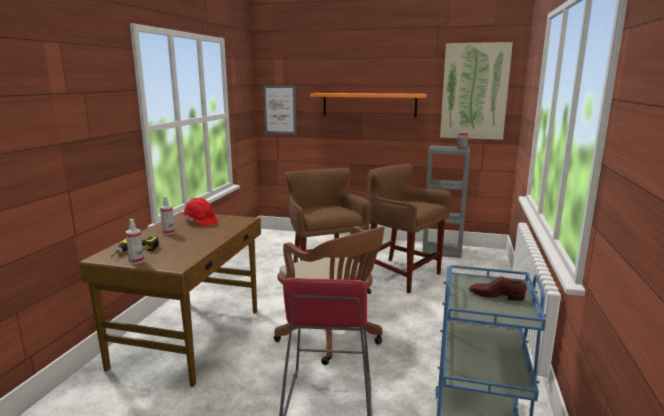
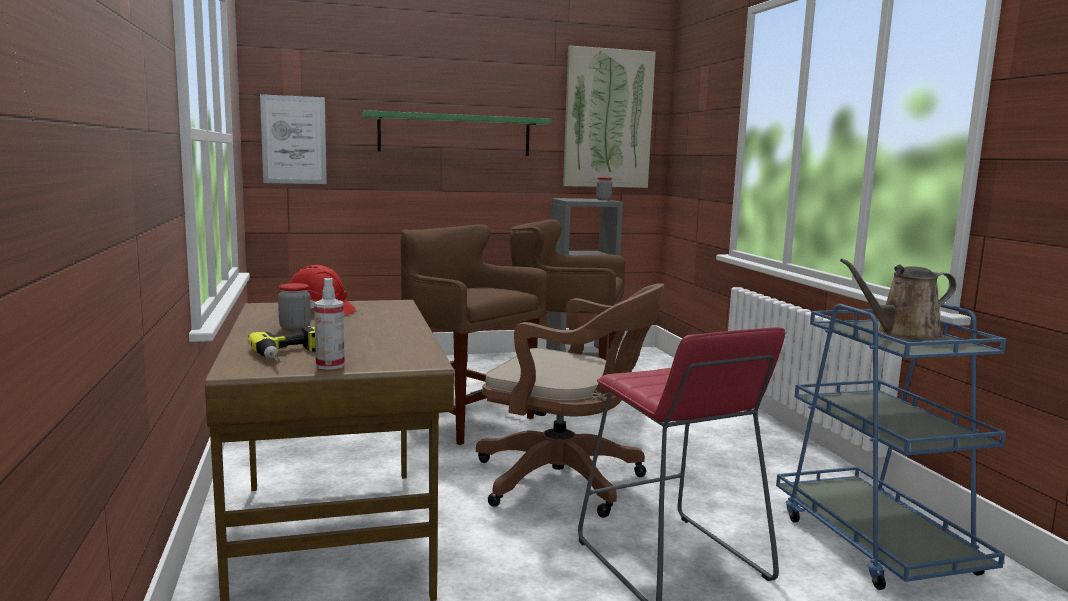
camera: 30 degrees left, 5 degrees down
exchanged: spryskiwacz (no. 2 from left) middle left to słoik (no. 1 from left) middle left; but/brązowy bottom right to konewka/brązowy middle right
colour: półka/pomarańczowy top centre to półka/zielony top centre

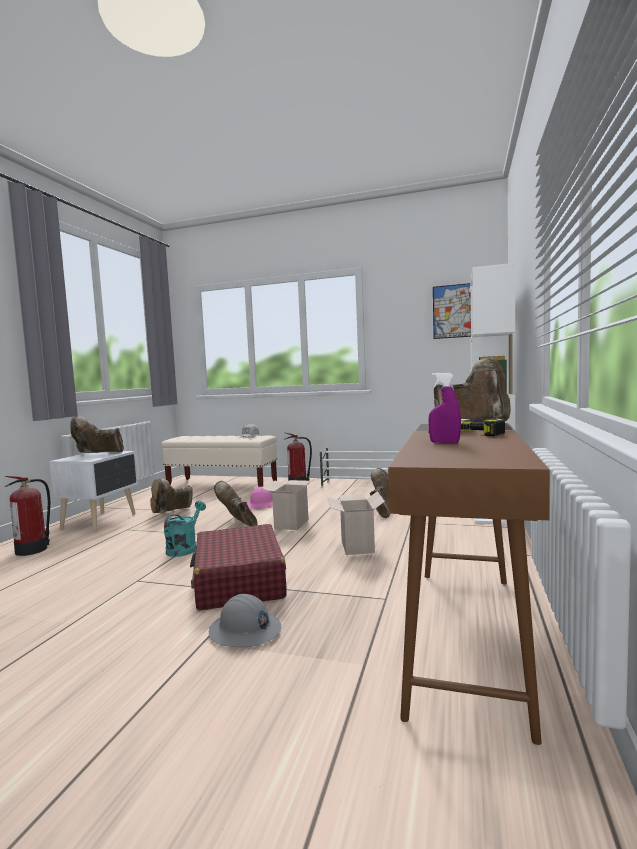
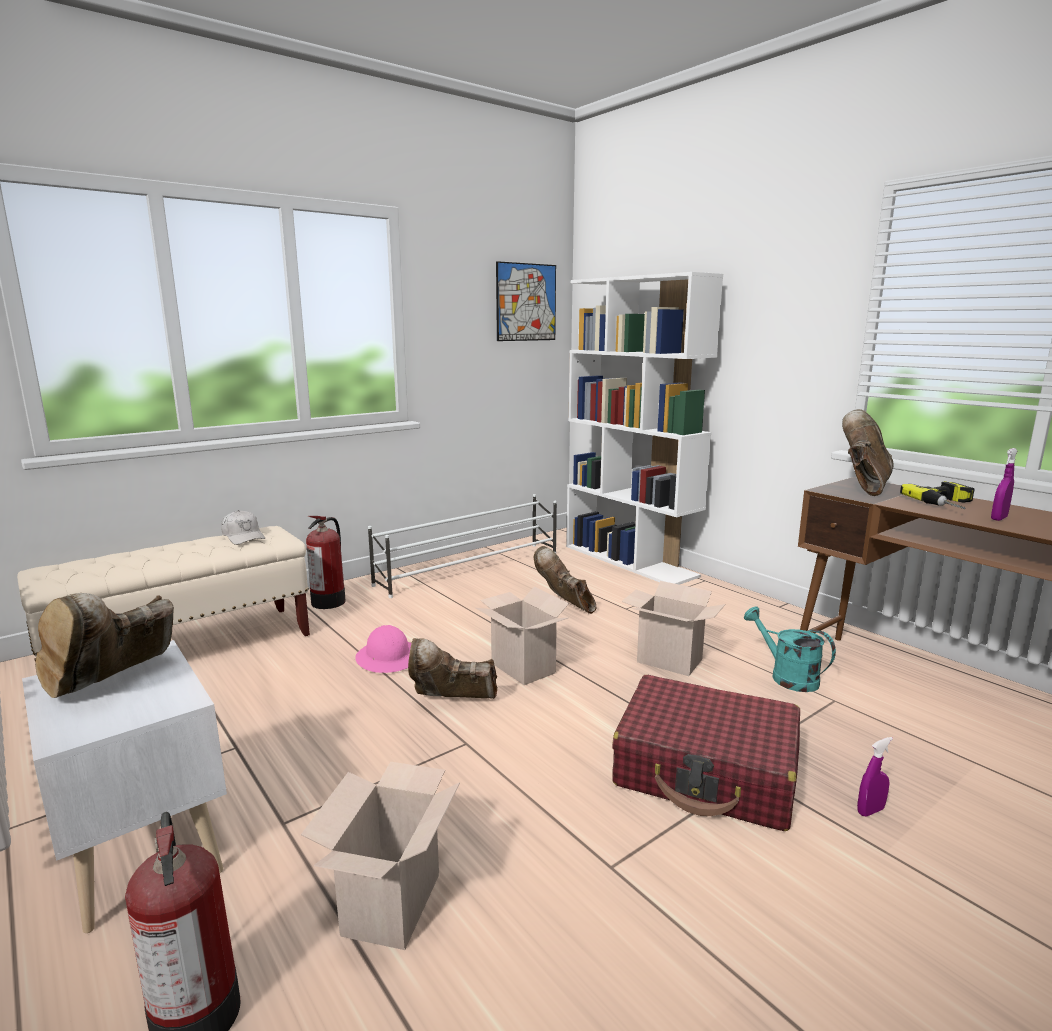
camera: 55 degrees left, 10 degrees up
missing: but z cholewką/brązowy (no. 2 from left) middle left
appeared: karton (no. 1 from left) bottom centre
relocated: konewka/turkusowy middle left to middle right
exchanged: kask/szary bottom centre to spryskiwacz/fioletowy (no. 1 from left) bottom right

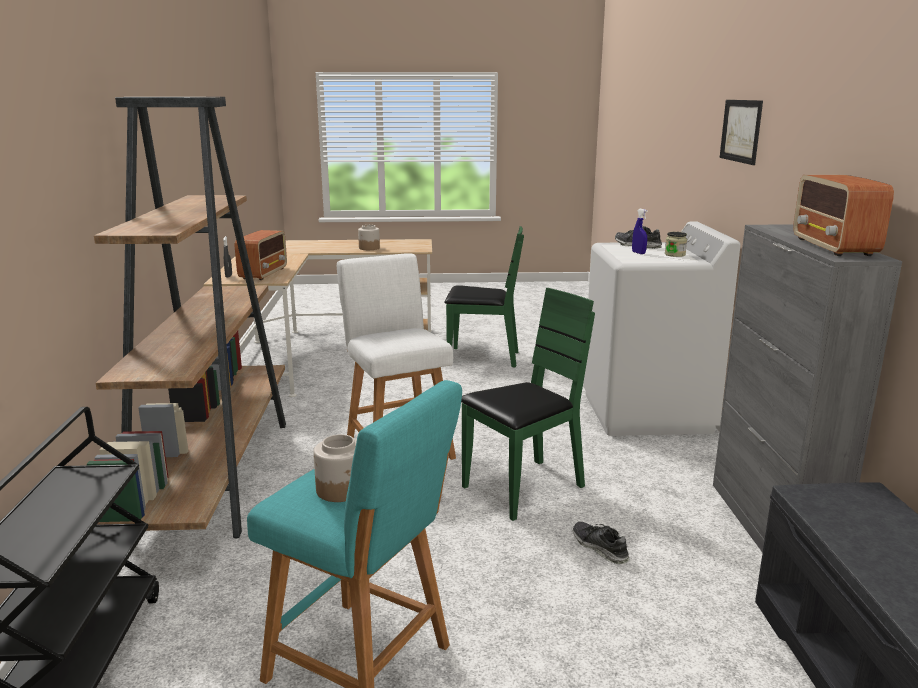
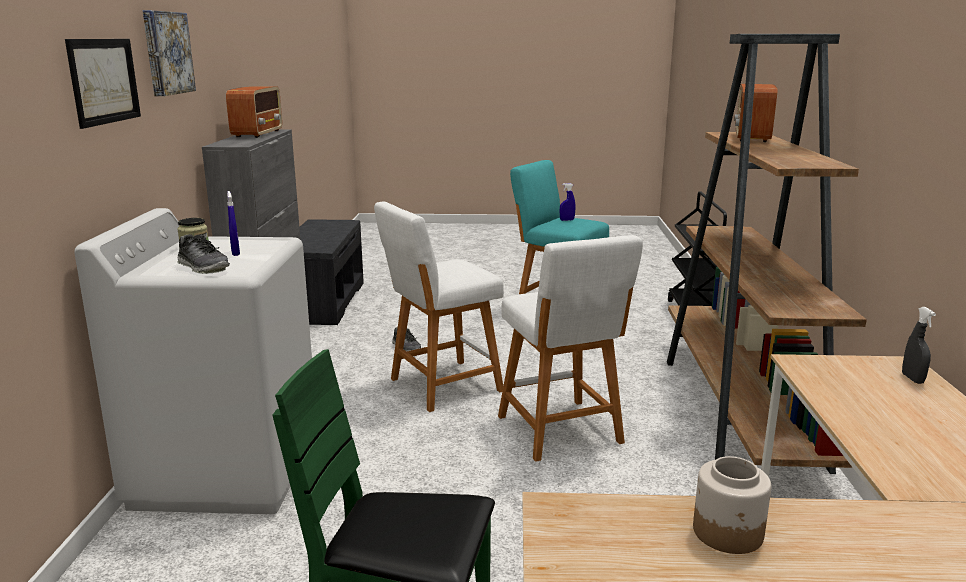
camera: 175 degrees left, 0 degrees up
appeared: obraz (no. 2 from left) top left
relocated: radio (no. 1 from left in the first image) middle left to radio (no. 2 from left) top right
exchanged: słoik (no. 1 from left) bottom centre to spryskiwacz/niebieski (no. 2 from left) centre; krzesło/zielony (no. 2 from left) centre to stołek/biały (no. 1 from left) centre

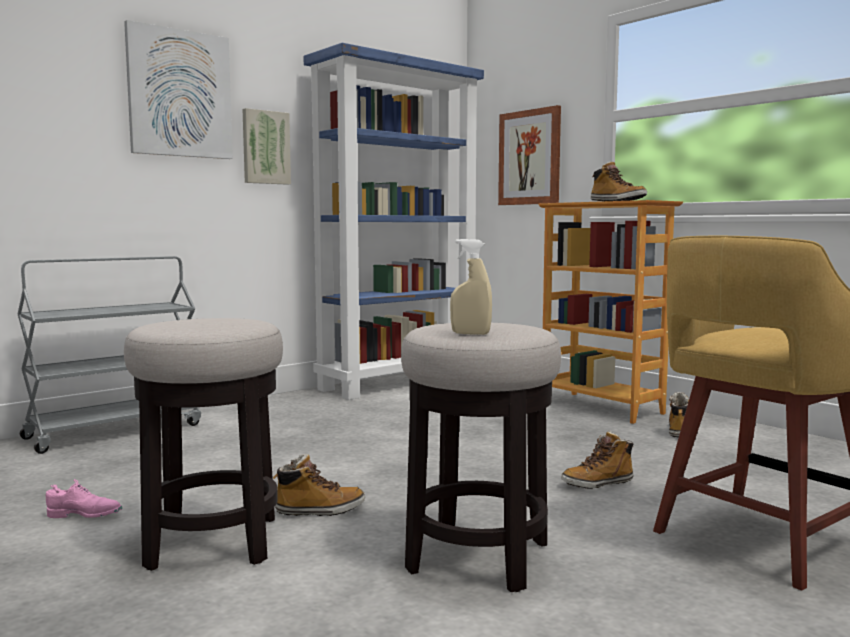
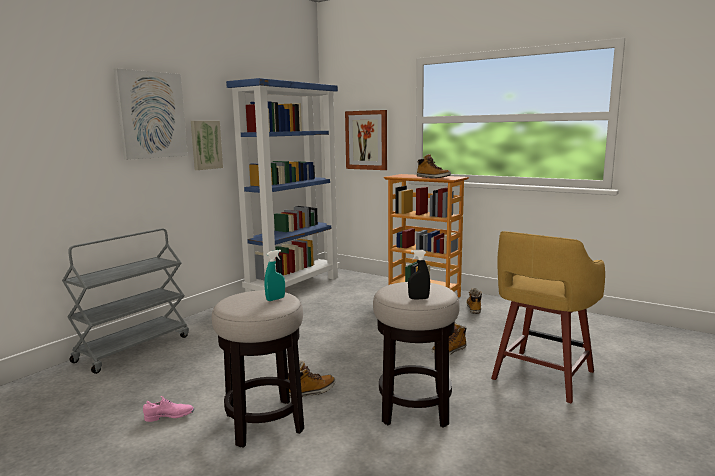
camera: 15 degrees left, 5 degrees up
appeared: spryskiwacz/turkusowy centre
colour: spryskiwacz/beżowy centre to spryskiwacz/czarny centre

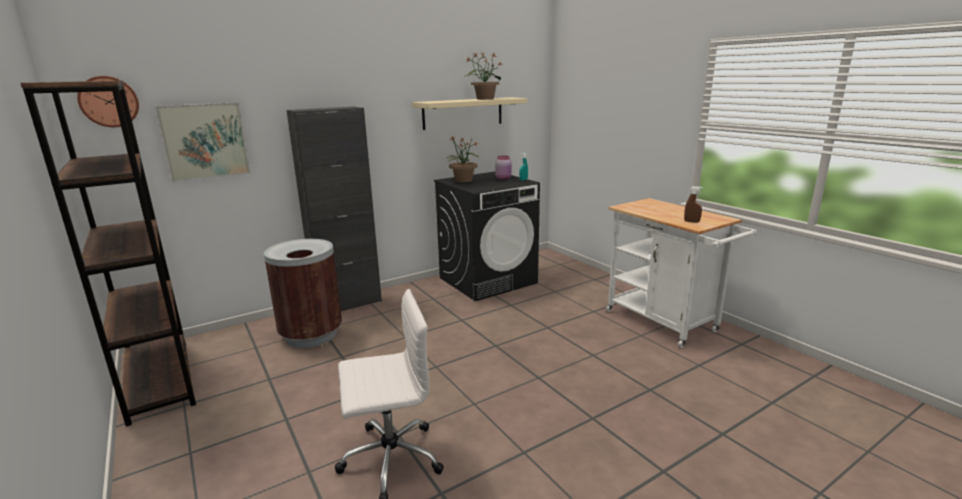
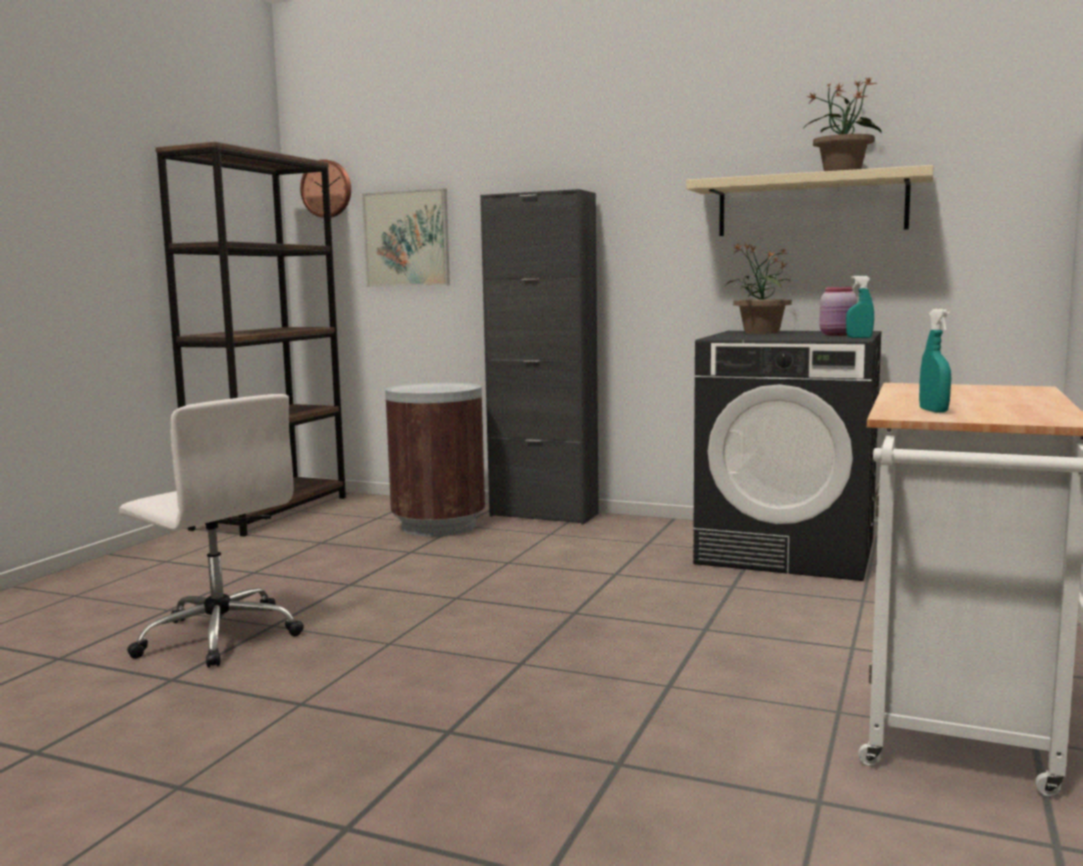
camera: 55 degrees right, 10 degrees down
colour: spryskiwacz/brązowy middle right to spryskiwacz/turkusowy (no. 2 from left) middle right

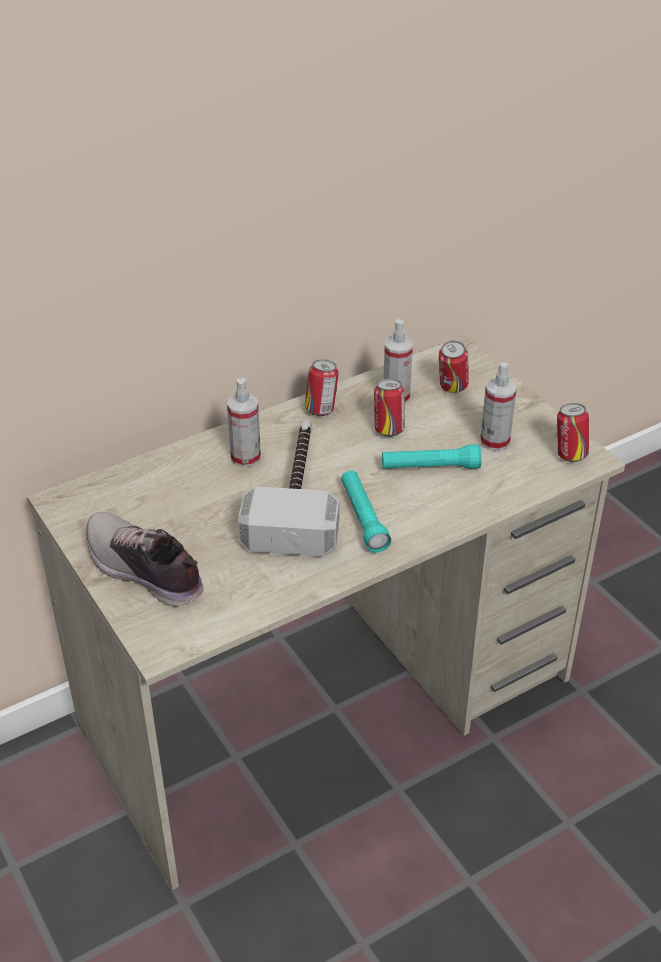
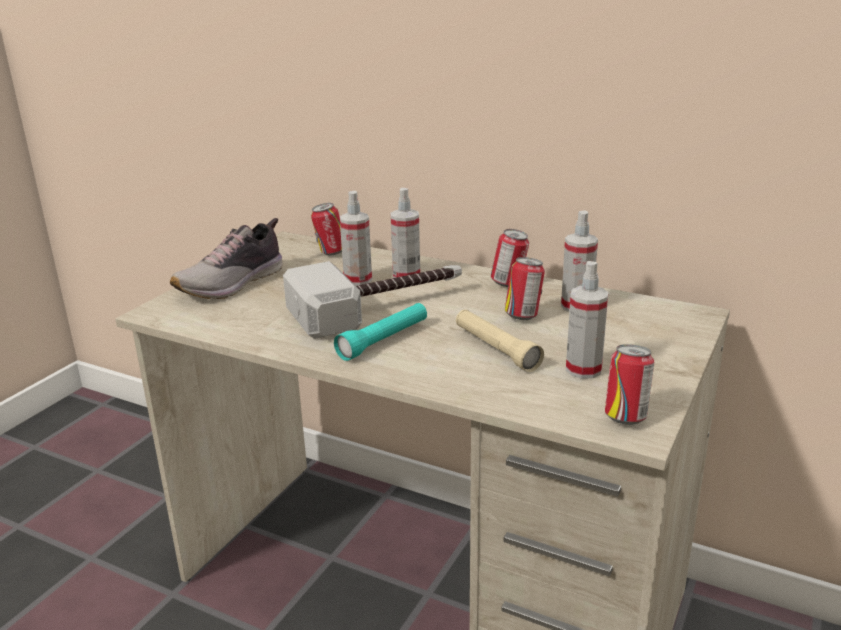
camera: 60 degrees right, 15 degrees down
appeared: spryskiwacz (no. 1 from left) centre
relocated: puszka (no. 3 from left in the first image) middle right to puszka (no. 1 from left) centre
colour: latarka/turkusowy (no. 2 from left) centre to latarka/beżowy centre
spun: but middle left = middle left 150 degrees counterclockwise

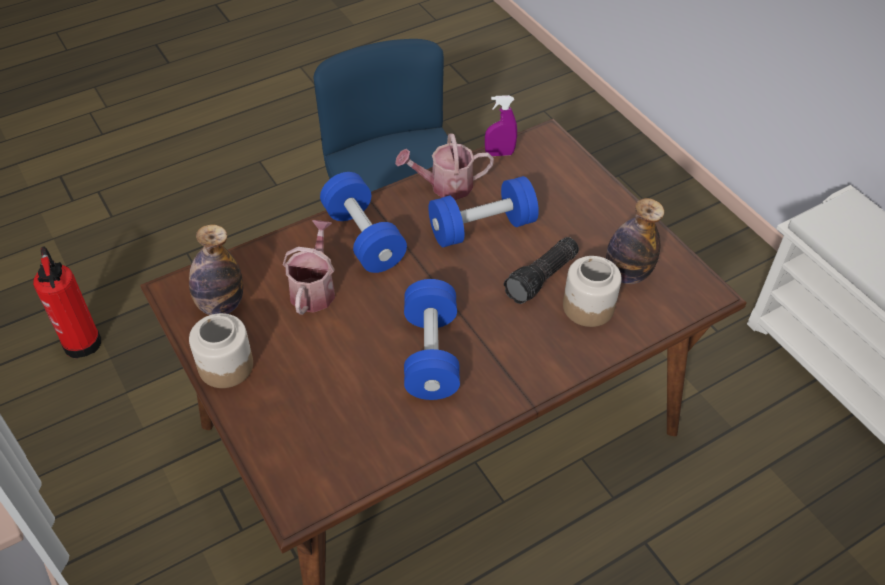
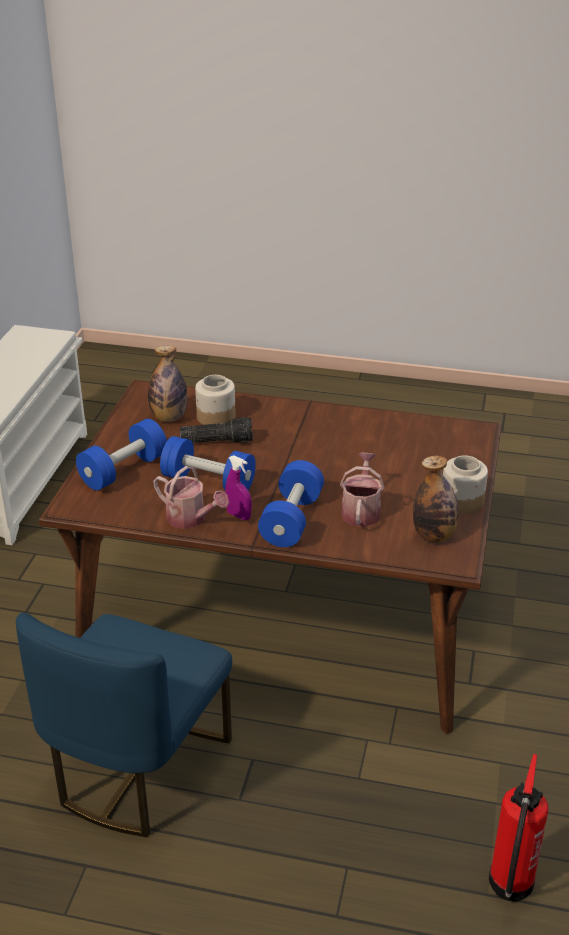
camera: 135 degrees left, 15 degrees down
relocated: hantel/niebieski (no. 2 from left in the first image) centre to hantel/niebieski (no. 1 from left) middle left; spryskiwacz/fioletowy top centre to centre
spun: konewka (no. 1 from left in the first image) centre = centre 135 degrees clockwise

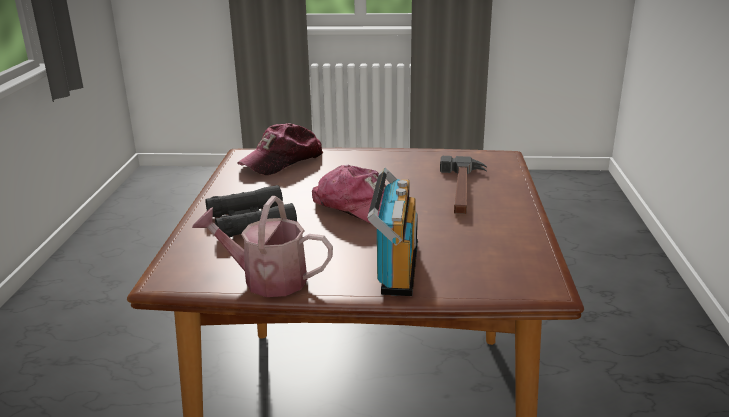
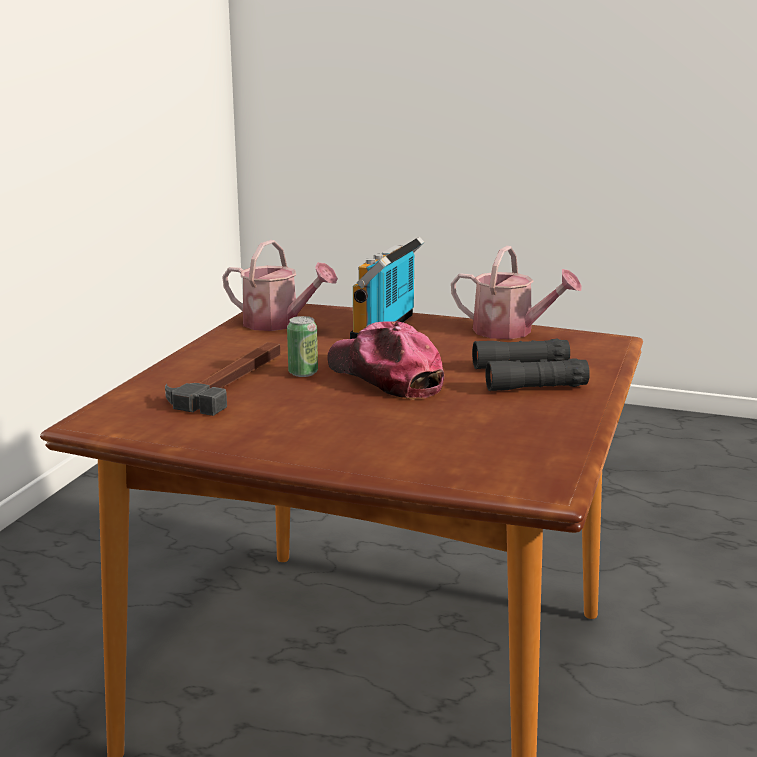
camera: 165 degrees left, 5 degrees down
missing: czapka z daszkiem (no. 1 from left) centre
appeared: konewka (no. 1 from left) centre; puszka centre

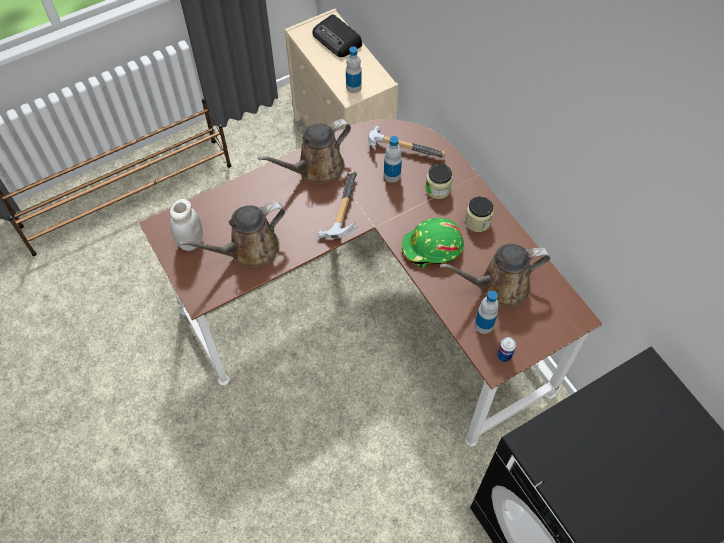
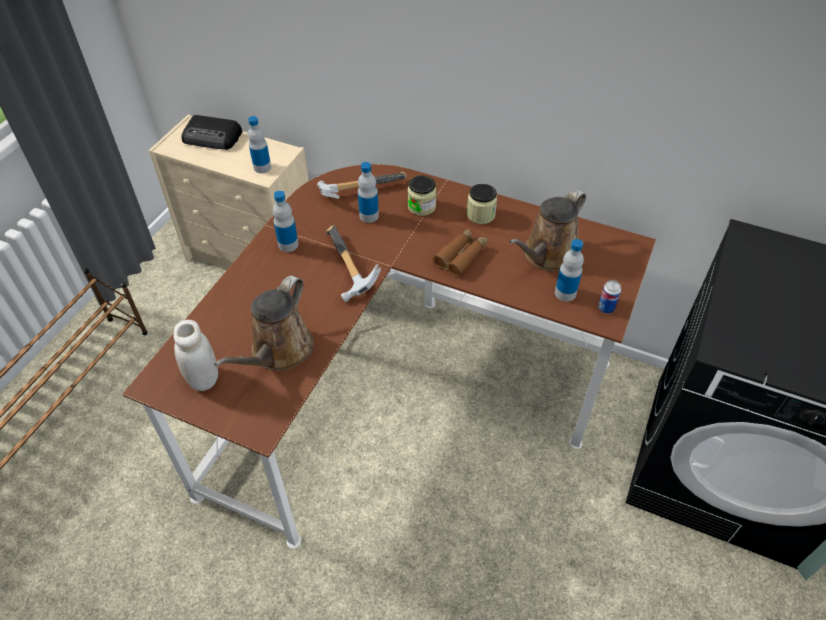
camera: 35 degrees left, 10 degrees down
exchanged: konewka/brązowy (no. 2 from left) top centre to butelka (no. 2 from left) centre; kask/zielony centre to lornetka/brązowy centre

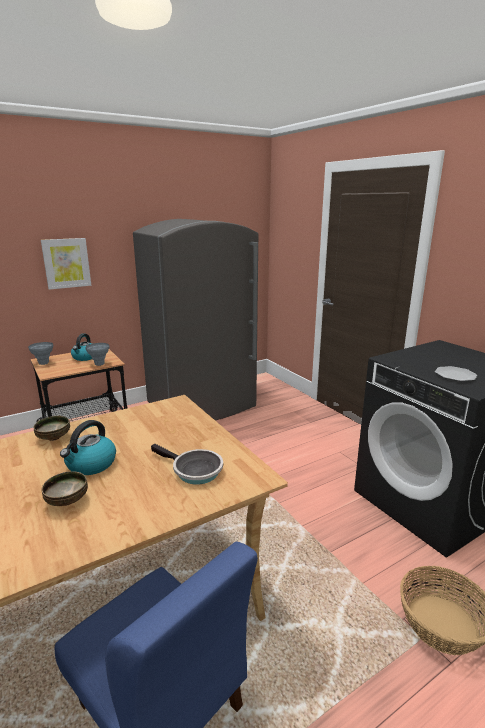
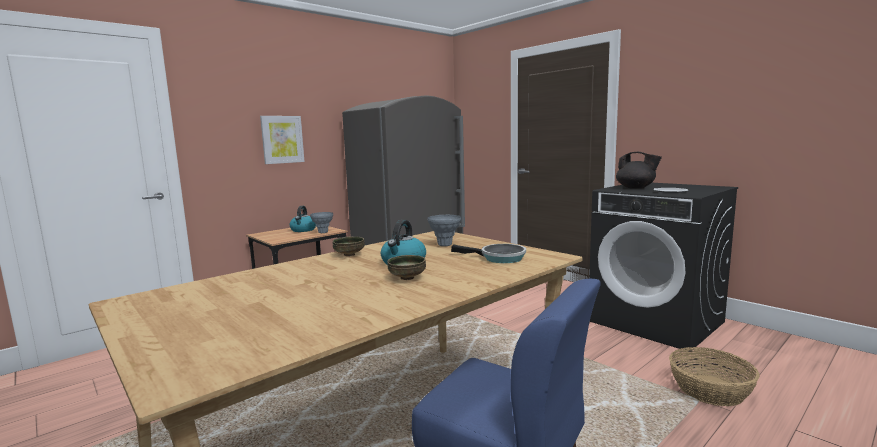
camera: 10 degrees left, 10 degrees down
appeared: imbryk/czarny middle right
relocated: wazon/szary (no. 1 from left in the first image) middle left to wazon/szary (no. 2 from left) centre

